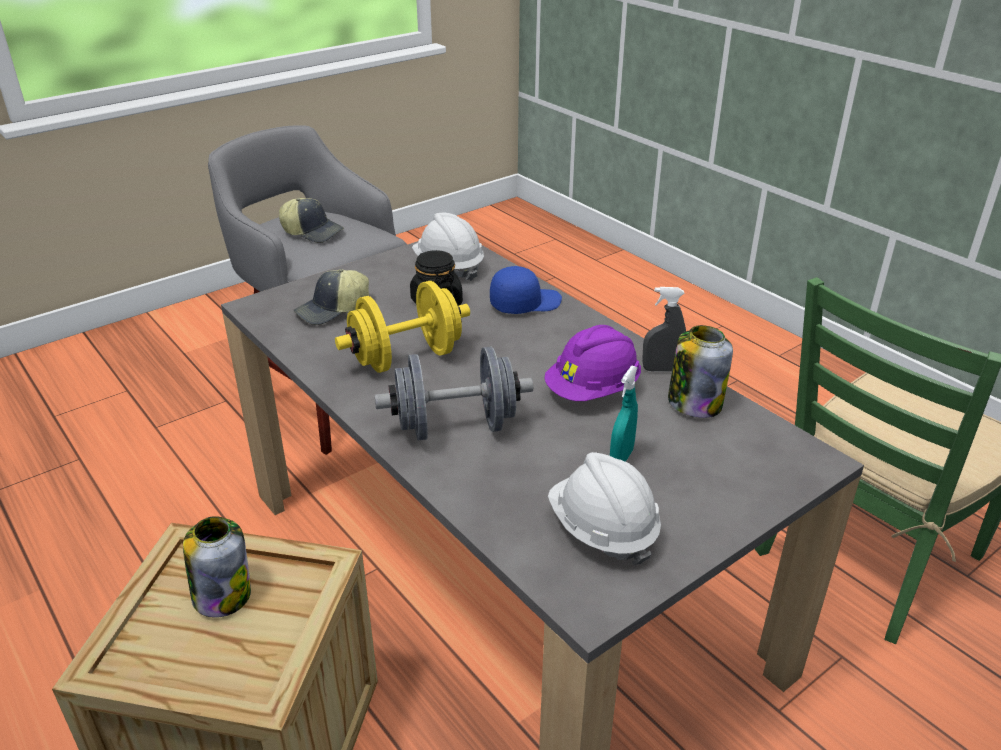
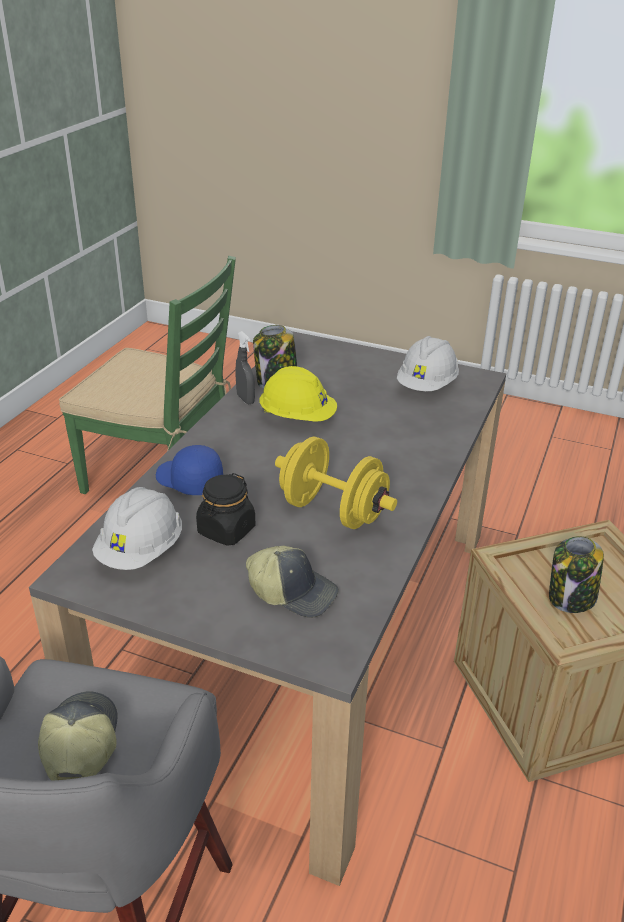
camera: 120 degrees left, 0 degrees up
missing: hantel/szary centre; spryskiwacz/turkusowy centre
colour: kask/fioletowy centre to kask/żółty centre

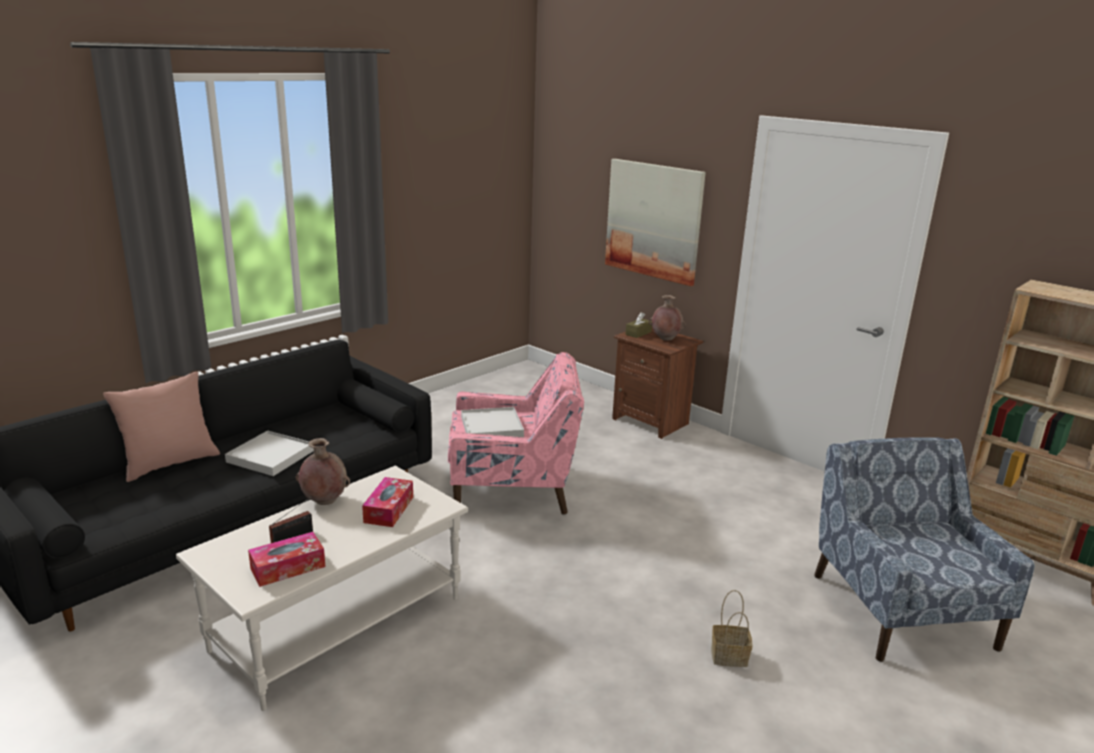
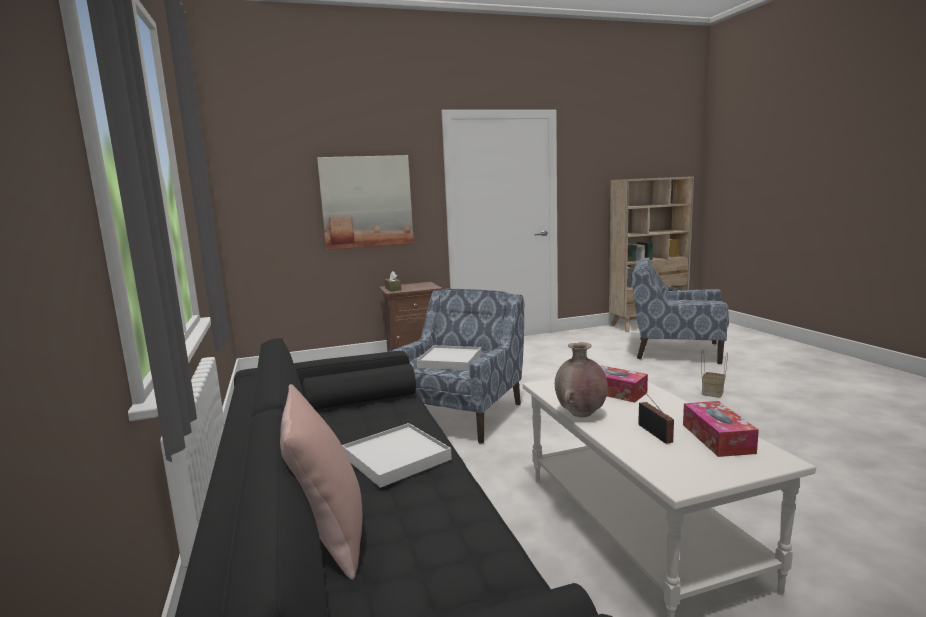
camera: 60 degrees left, 10 degrees down
missing: wazon/brązowy (no. 2 from left) centre
colour: fotel/różowy centre to fotel/niebieski (no. 1 from left) centre

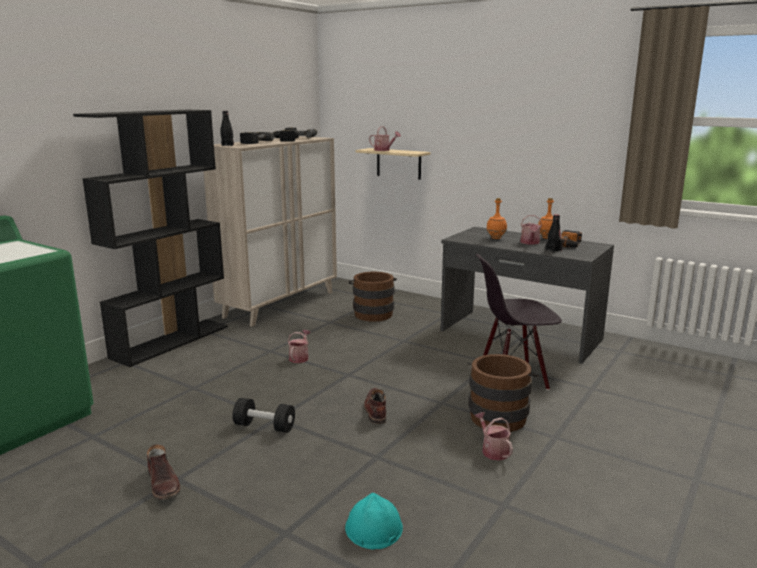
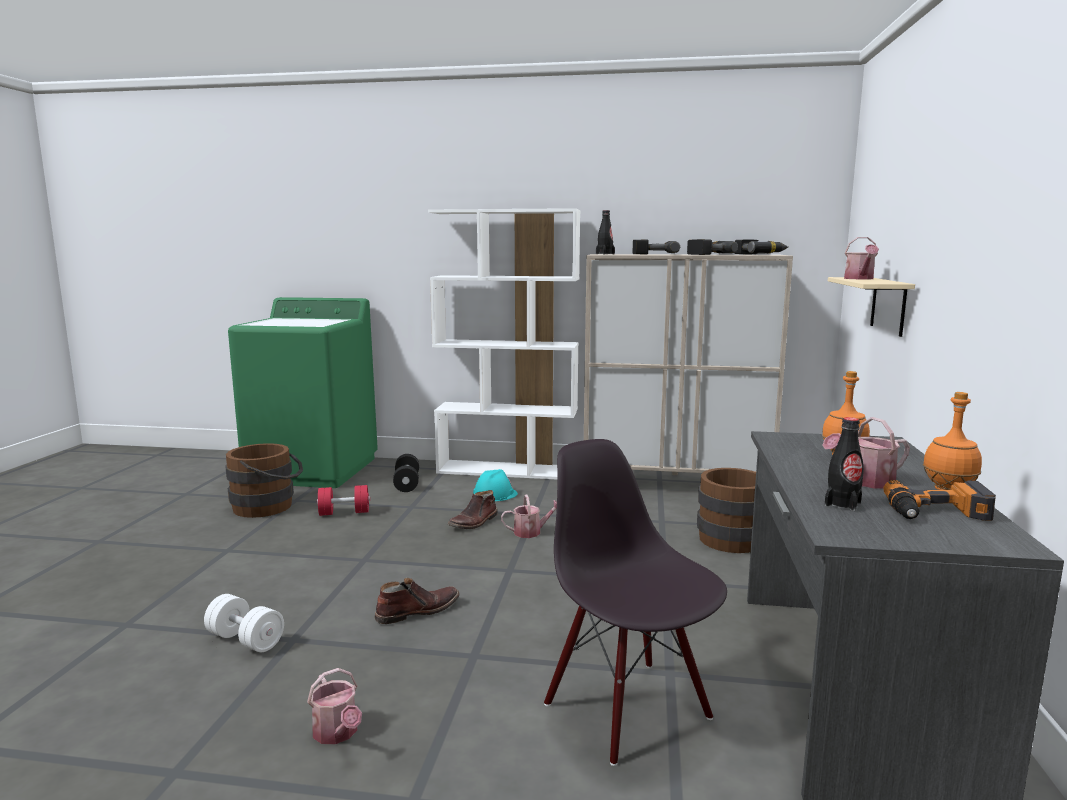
camera: 65 degrees right, 5 degrees down
appeared: hantel/biały bottom left; hantel/czerwony middle left
relocated: but z cholewką/brązowy (no. 1 from left in the first image) bottom left to but z cholewką/brązowy (no. 2 from left) centre; hantel/czarny bottom centre to centre; kask/turkusowy bottom centre to centre; wiadro/brązowy (no. 2 from left in the first image) bottom centre to wiadro/brązowy (no. 1 from left) middle left
colour: regał/czarny middle left to regał/biały centre
spun: konewka (no. 3 from left in the first image) bottom centre = bottom left 105 degrees clockwise

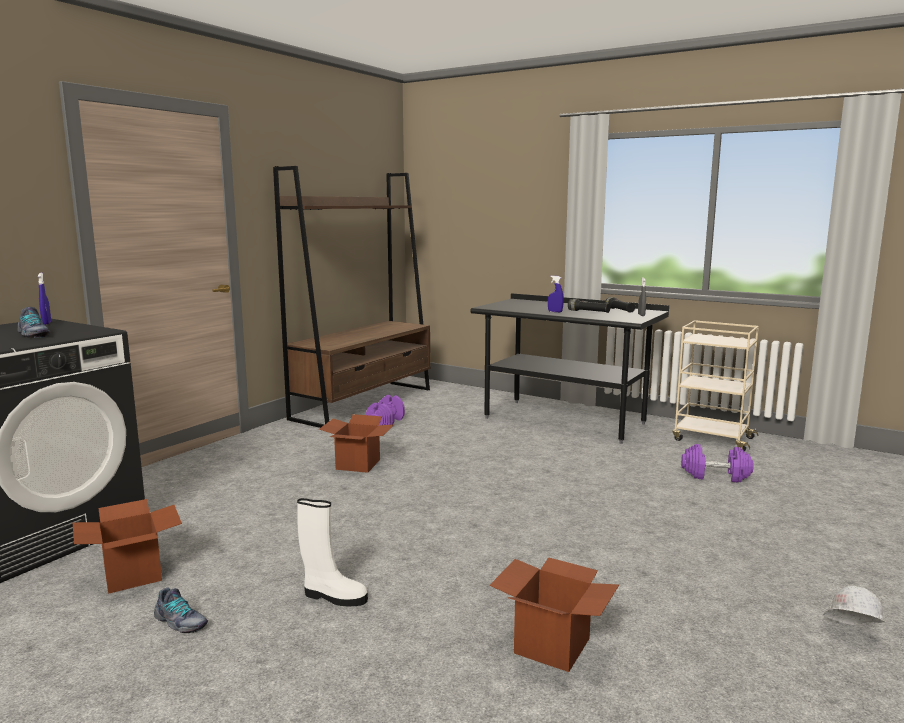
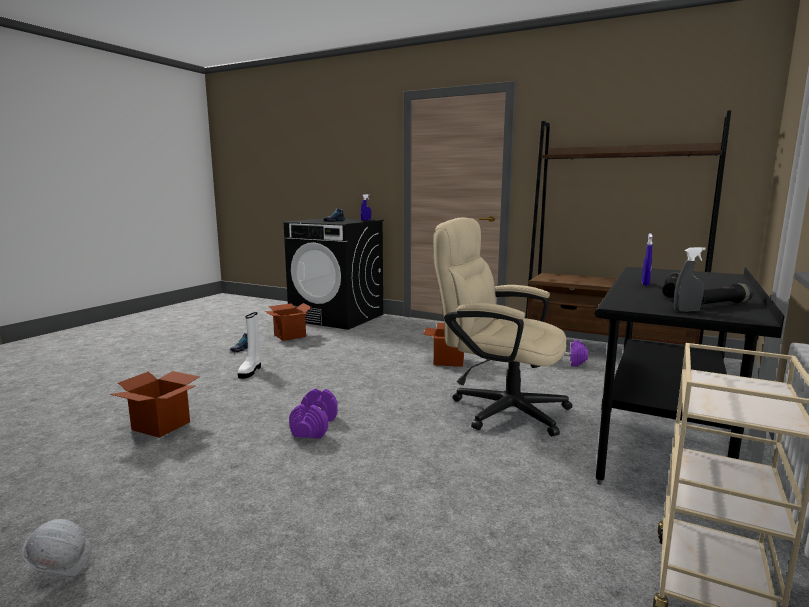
camera: 85 degrees right, 0 degrees up
appeared: krzesło biurowe/beżowy centre
relocated: hantel/fioletowy (no. 2 from left in the first image) middle right to hantel/fioletowy (no. 1 from left) bottom centre

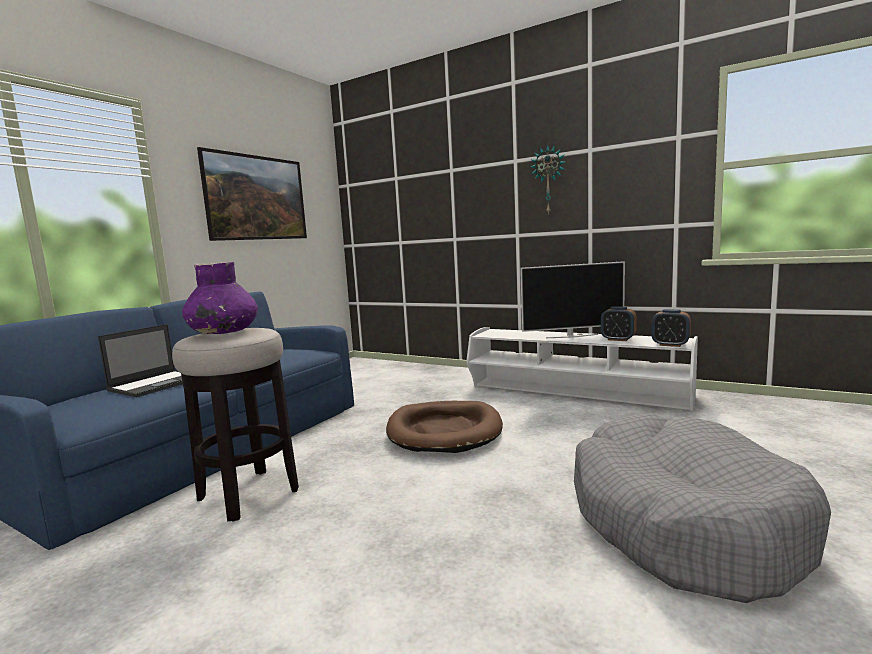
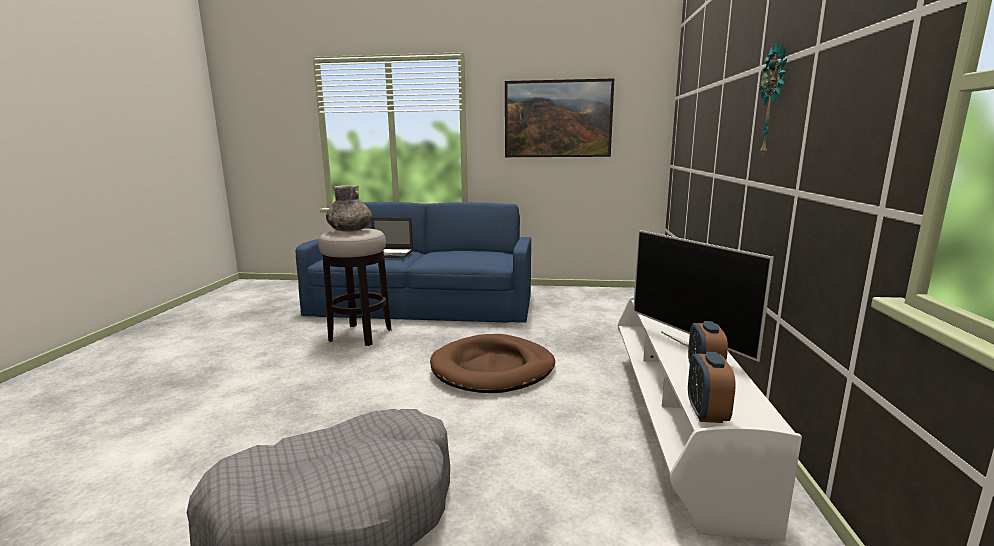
camera: 65 degrees right, 5 degrees up
colour: wazon/fioletowy middle left to wazon/szary centre

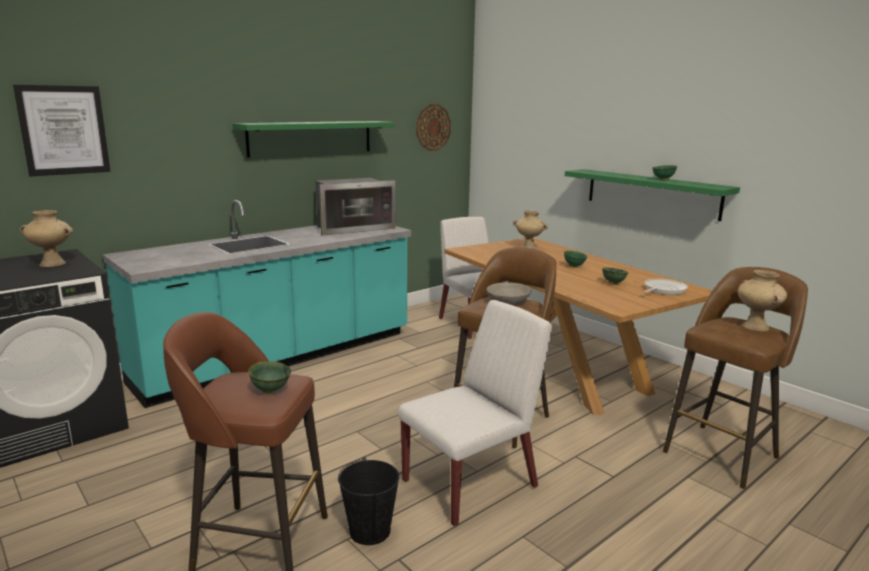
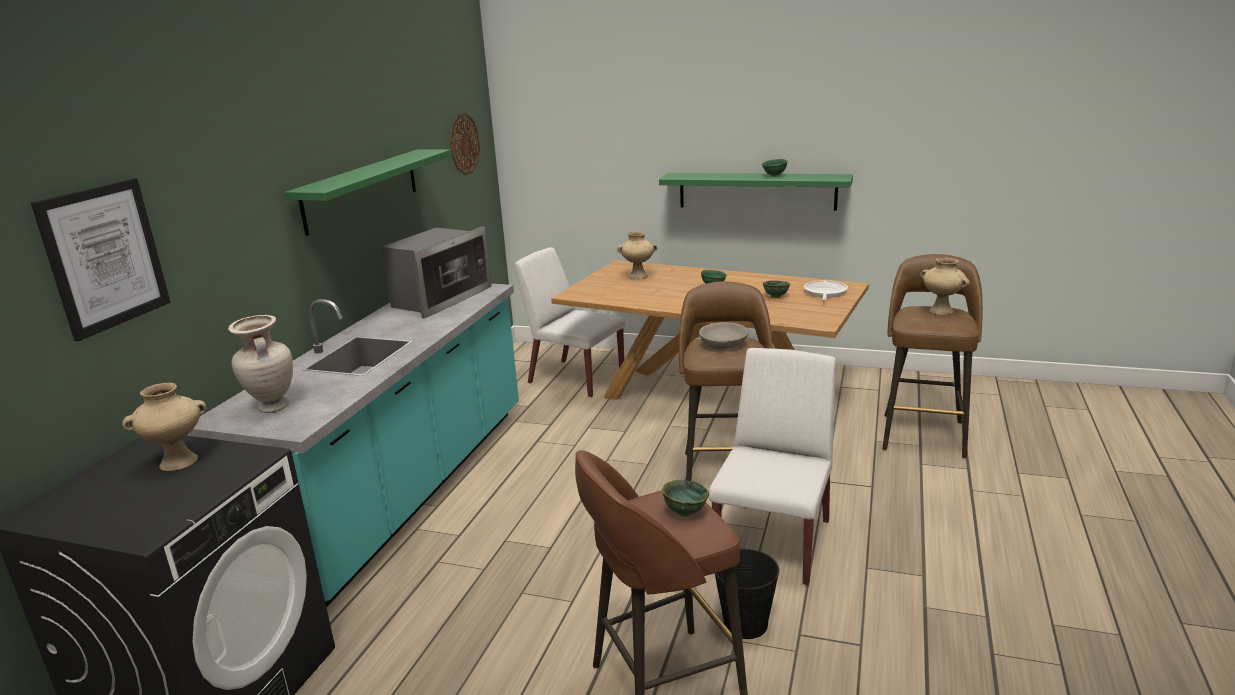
camera: 30 degrees left, 5 degrees up
appeared: wazon/beżowy (no. 2 from left) middle left

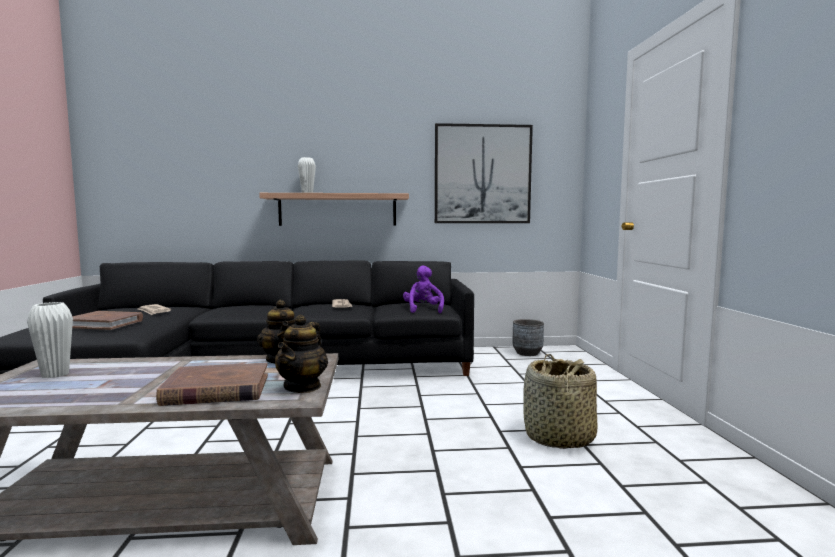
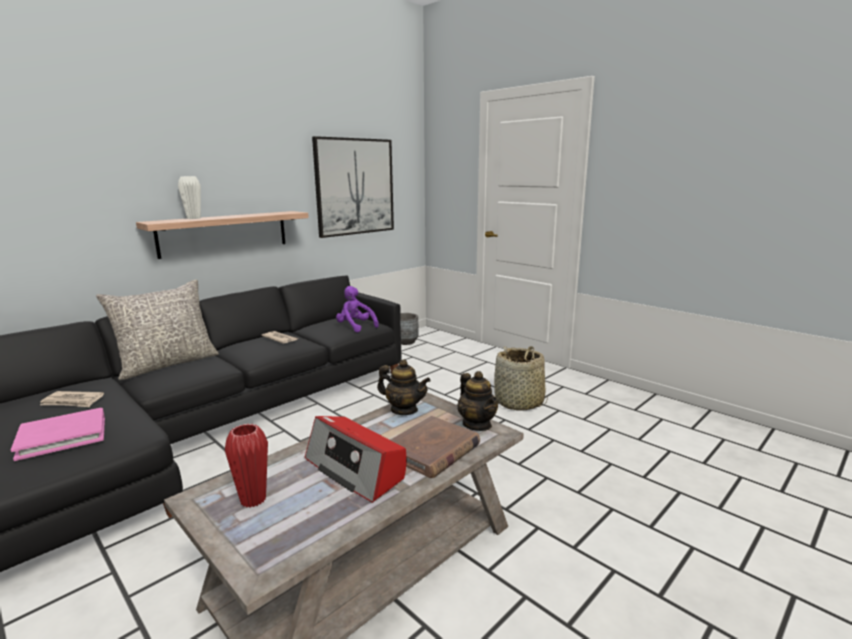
camera: 40 degrees left, 10 degrees up
appeared: poduszka/szary middle left; radio bottom centre
colour: wazon/biały (no. 1 from left) middle left to wazon/czerwony bottom left; książka/brązowy (no. 1 from left) middle left to książka/różowy bottom left

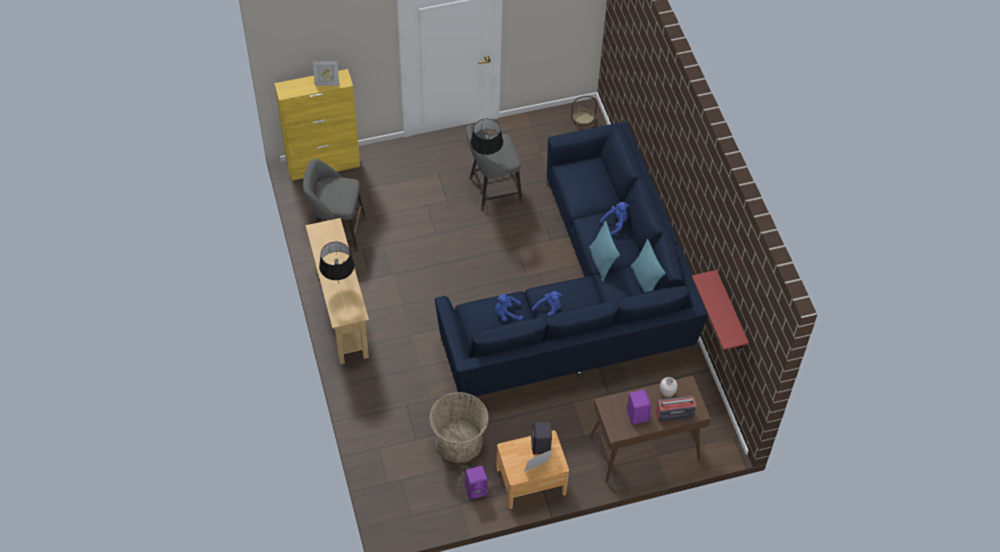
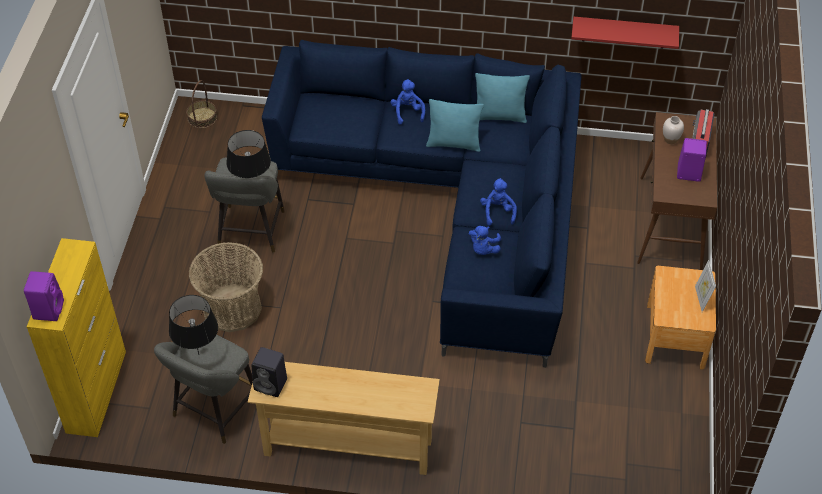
camera: 65 degrees left, 5 degrees down
missing: ramka na zdjęcie (no. 1 from left) top left
relocated: lampa stołowa/czarny (no. 1 from left) centre to middle left; koszyk (no. 1 from left in the first image) bottom centre to koszyk (no. 2 from left) middle left; głośnik/fioletowy (no. 1 from left) bottom centre to middle left; głośnik/czarny bottom centre to bottom left

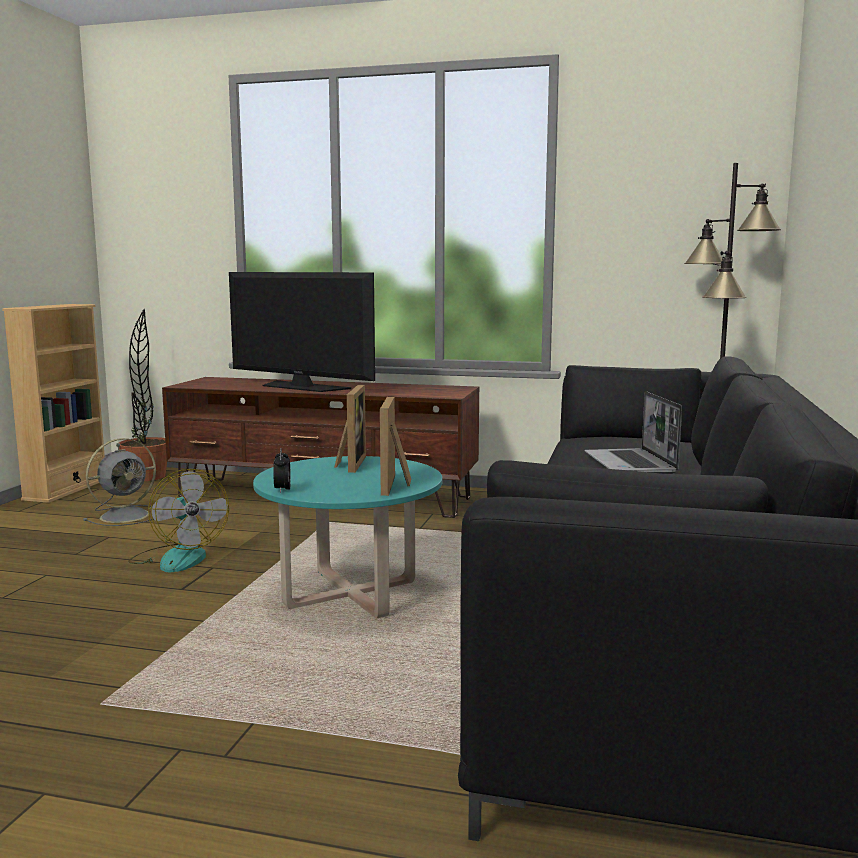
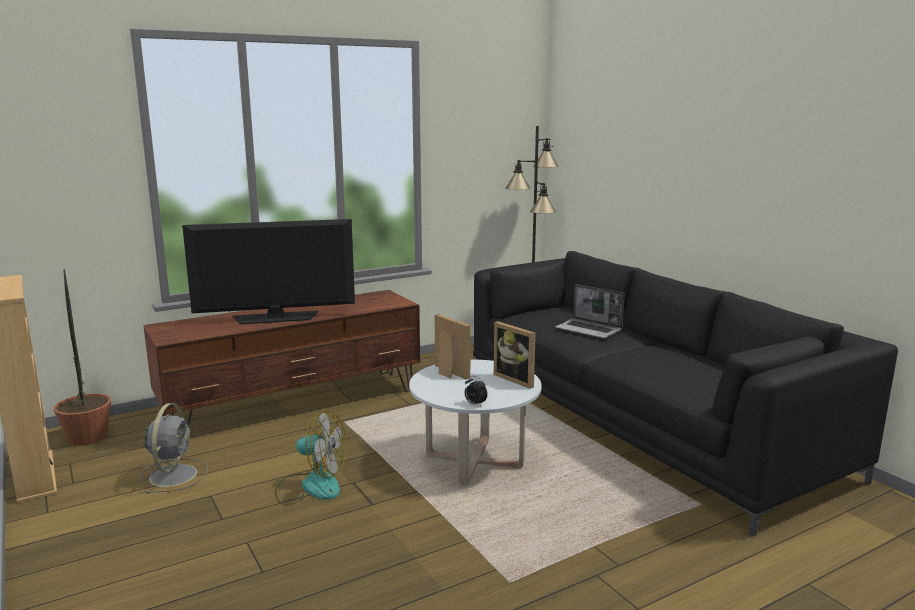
camera: 45 degrees left, 5 degrees up
colour: ława/turkusowy centre to ława/biały bottom centre

